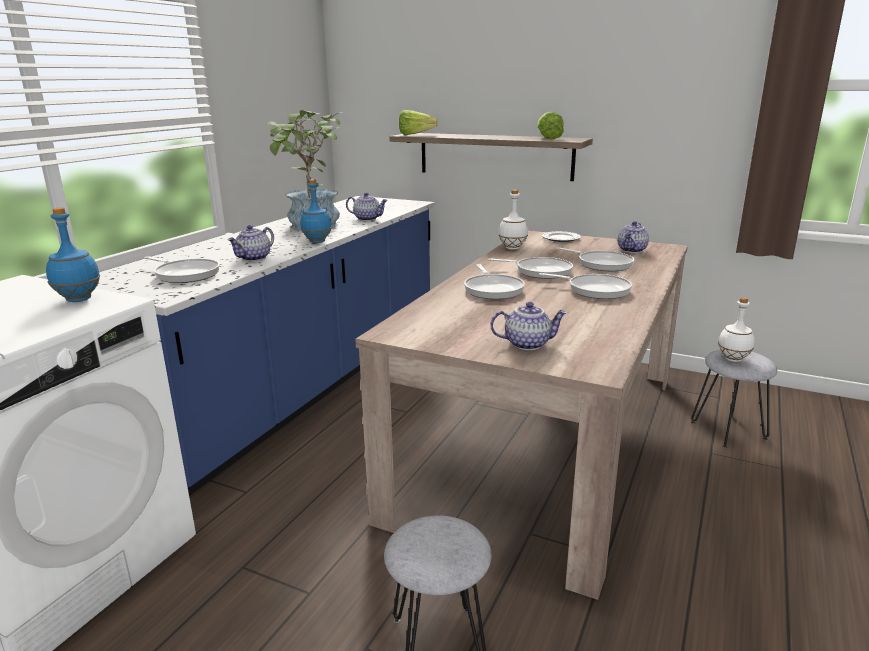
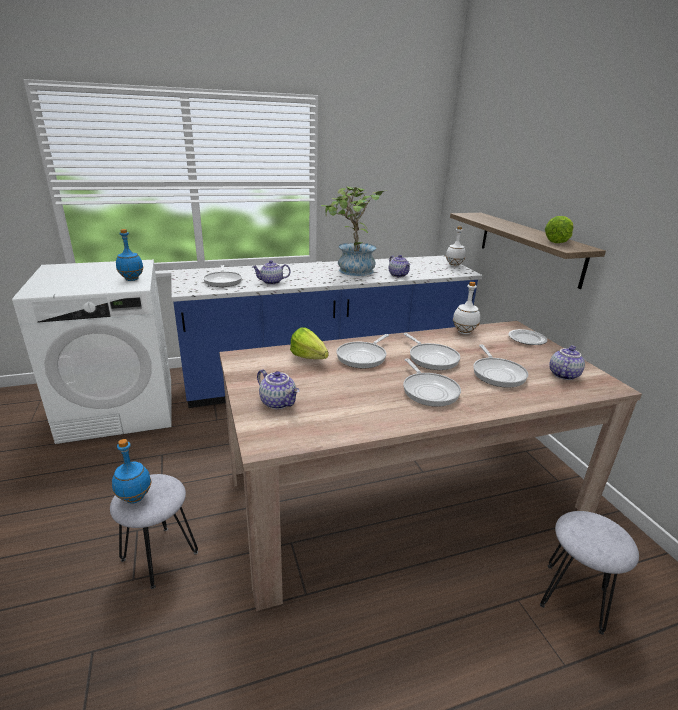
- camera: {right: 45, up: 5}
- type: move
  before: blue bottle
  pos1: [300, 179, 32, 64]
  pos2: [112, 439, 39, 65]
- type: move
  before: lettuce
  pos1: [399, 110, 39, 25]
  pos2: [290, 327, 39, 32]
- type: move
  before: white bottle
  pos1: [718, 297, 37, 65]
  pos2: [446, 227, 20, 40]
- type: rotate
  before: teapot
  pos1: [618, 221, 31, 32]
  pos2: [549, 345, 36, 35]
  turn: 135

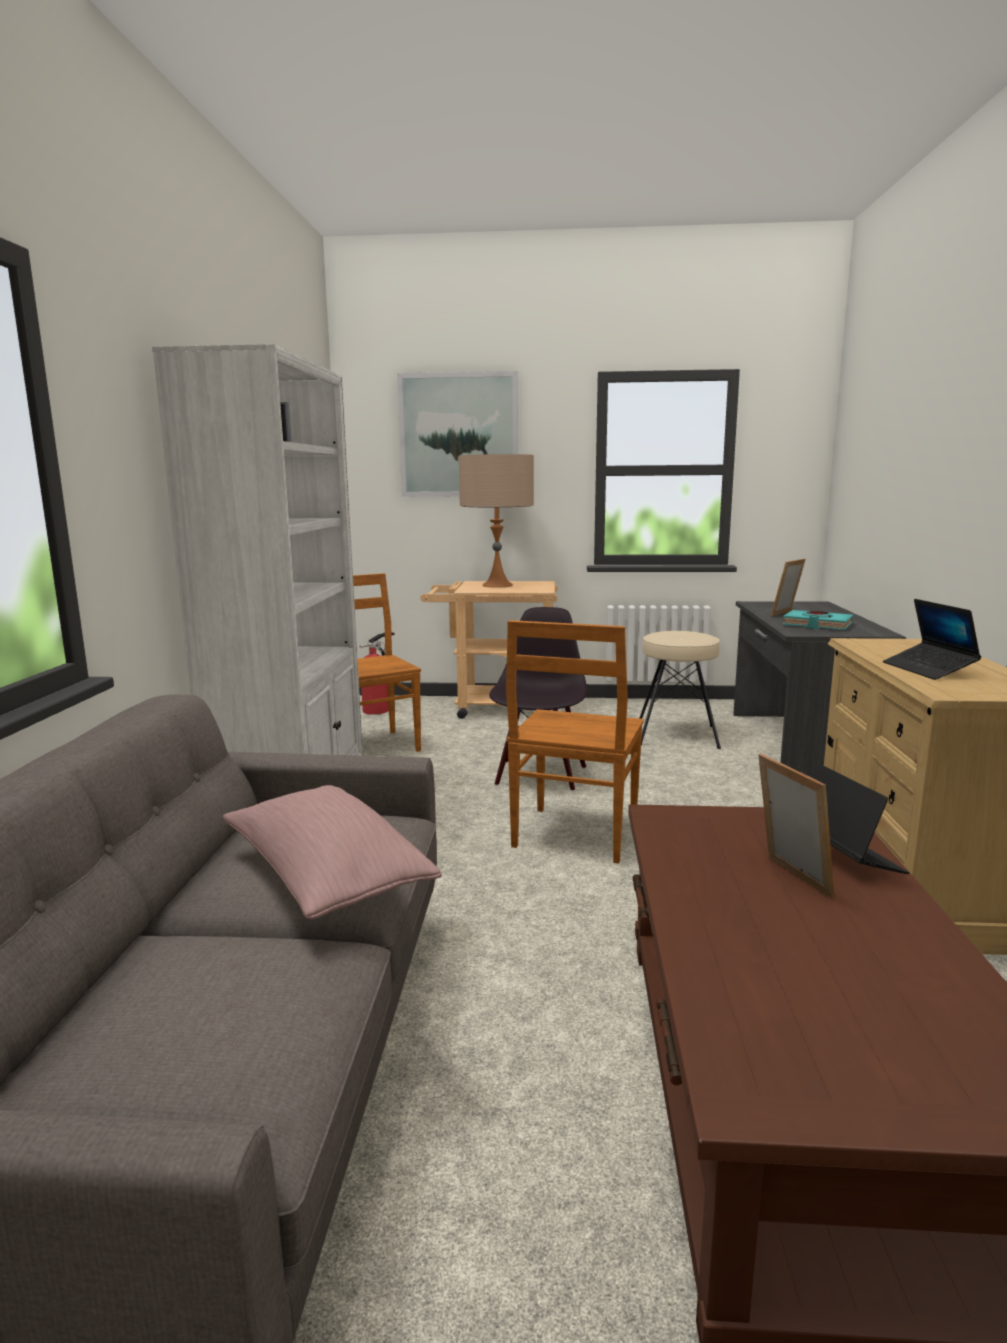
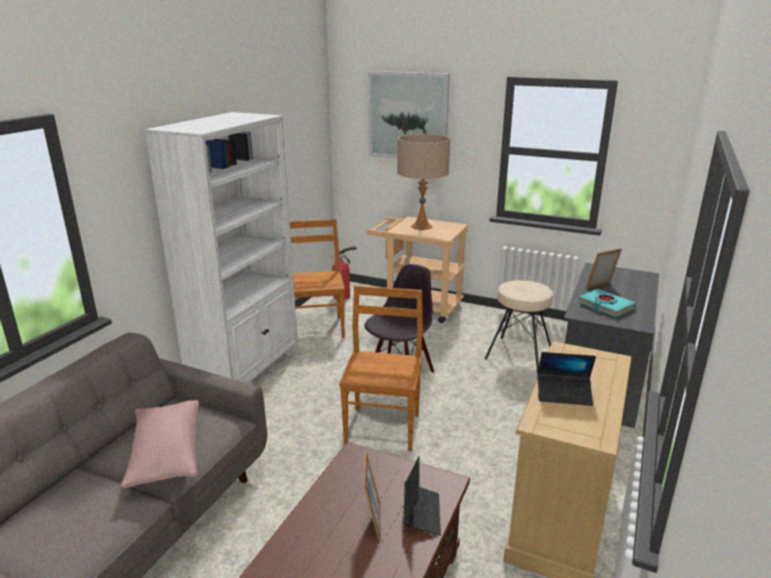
- camera: {right: 20, up: 10}
- type: rotate
  before: brown chair
  pos1: [506, 620, 138, 244]
  pos2: [339, 286, 84, 165]
  turn: 150
- type: rotate
  before: laptop
  pos1: [883, 599, 98, 81]
  pos2: [537, 352, 59, 54]
  turn: -90

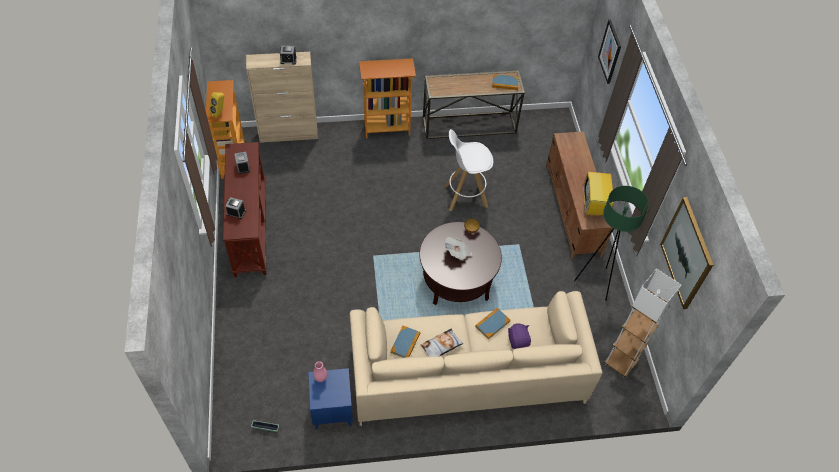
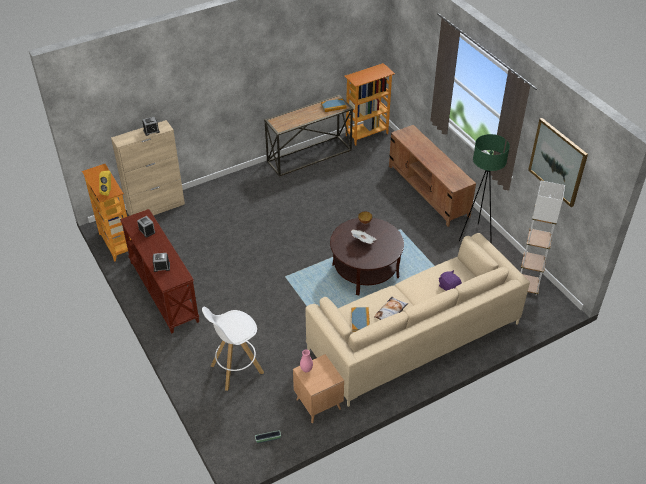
- camera: {right: -20, up: -10}
- type: delete
  before: book
  pos1: [475, 308, 35, 31]
- type: delete
  before: television
  pos1: [583, 172, 35, 44]
- type: delete
  before: picture
  pos1: [598, 19, 23, 65]
- type: move
  before: bookcase
  pos1: [359, 58, 57, 80]
  pos2: [345, 63, 50, 83]
- type: move
  before: white stool
  pos1: [445, 129, 48, 82]
  pos2: [202, 307, 62, 84]
- type: recolor
  before: blue side table
  after: brown side table
  pos1: [308, 368, 45, 61]
  pos2: [293, 354, 51, 69]

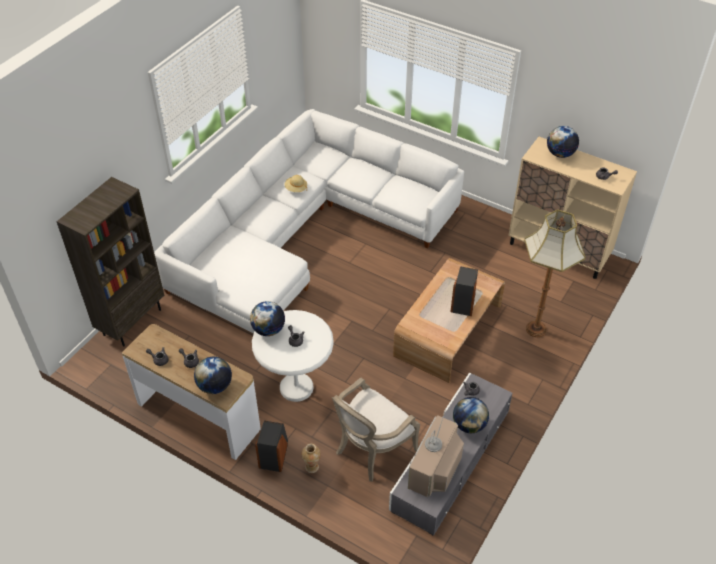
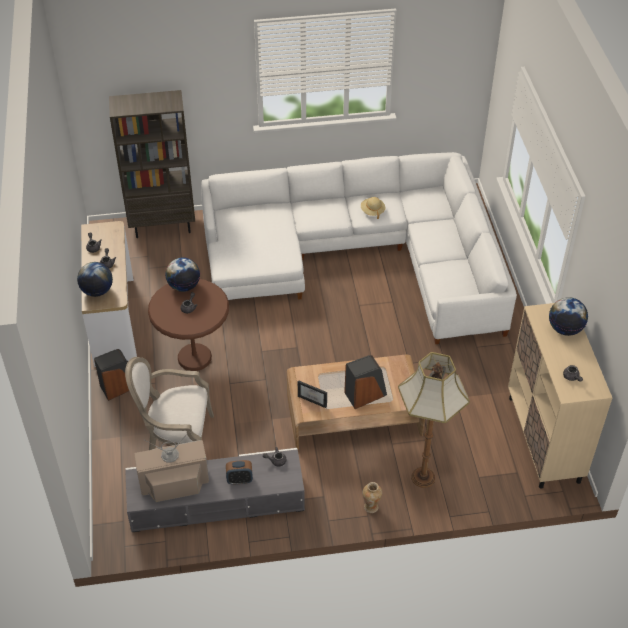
- camera: {right: 50, up: 0}
- type: insert
  after: picture frame
  pos2: [298, 380, 29, 28]
- type: move
  before: vase
  pos1: [302, 444, 19, 29]
  pos2: [363, 482, 19, 31]
- type: replace
  before: globe
  after: alarm clock
  pos1: [453, 397, 36, 36]
  pos2: [226, 460, 27, 25]
- type: recolor
  before: white side table
  after: brown side table
  pos1: [252, 310, 82, 92]
  pos2: [148, 279, 81, 92]

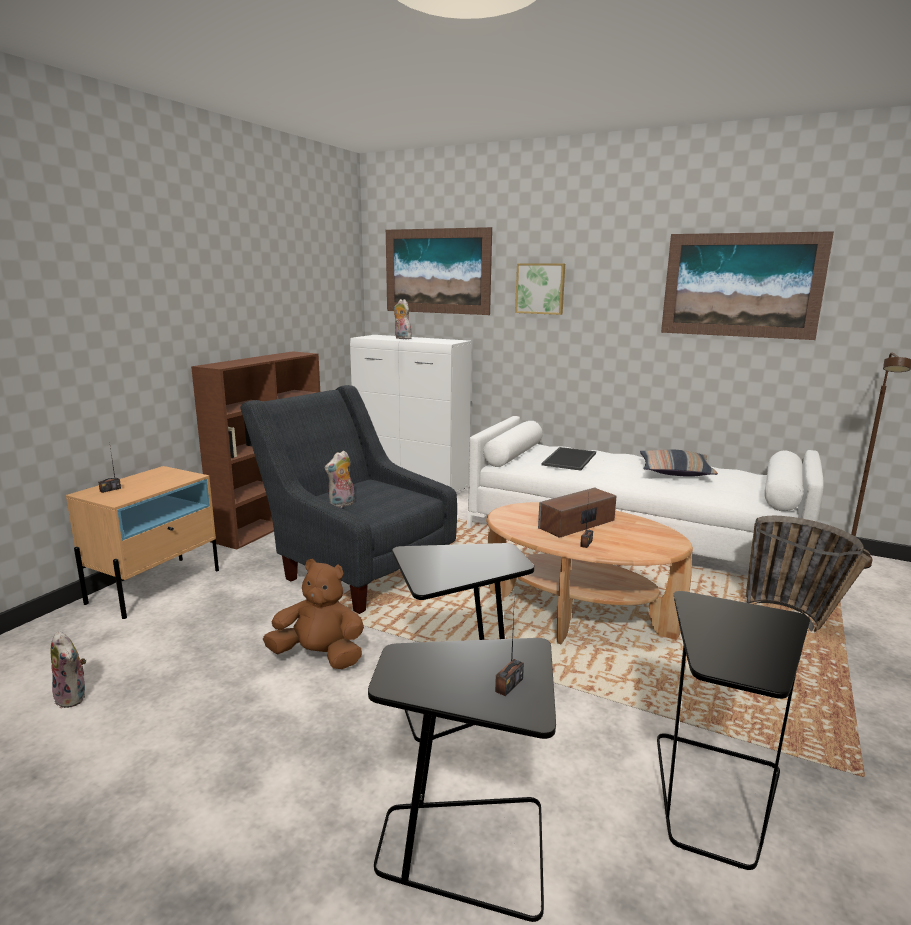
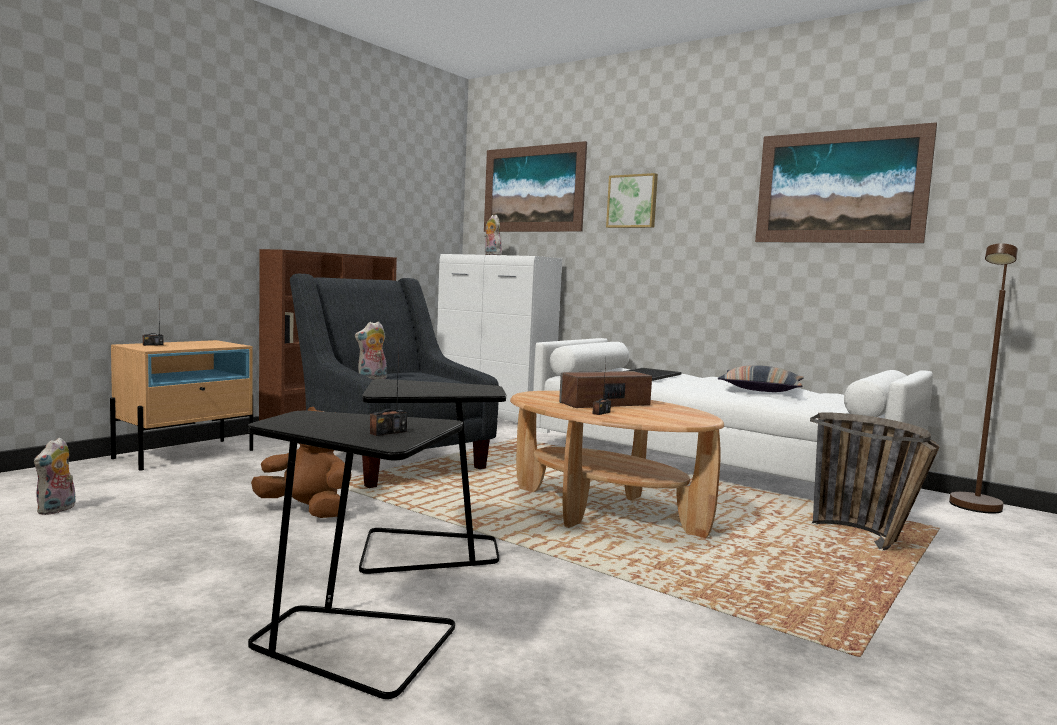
- camera: {right: 10, up: -10}
- type: delete
  before: black side table
  pos1: [657, 591, 153, 279]
- type: rotate
  before: plush toy
  pos1: [51, 631, 35, 77]
  pos2: [34, 438, 41, 77]
  turn: 45

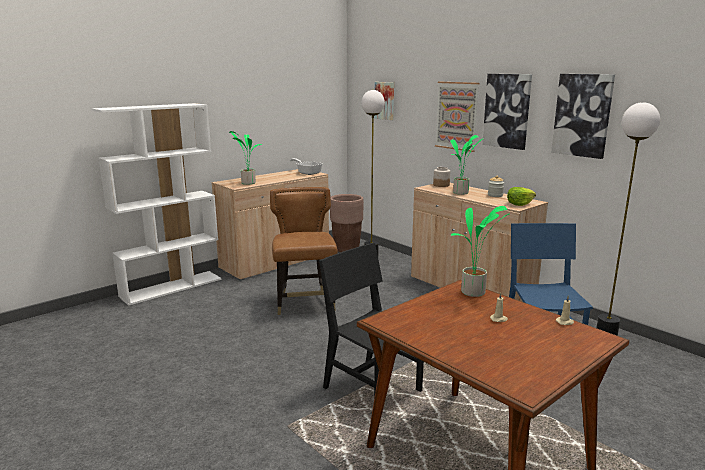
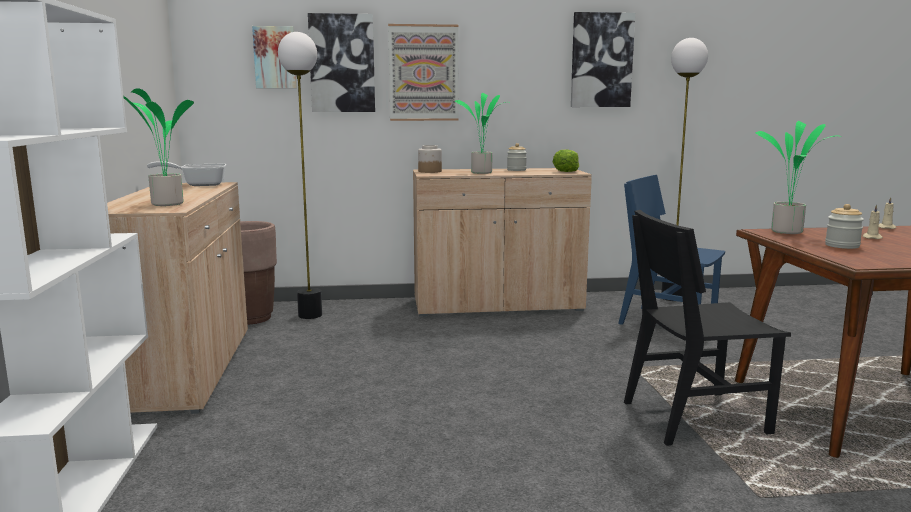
- camera: {right: -55, up: -5}
- type: delete
  before: brown chair
  pos1: [270, 187, 68, 128]
- type: insert
  after: jar
  pos2: [825, 204, 39, 45]
- type: move
  before: picture
  pos1: [482, 74, 50, 76]
  pos2: [308, 13, 67, 99]

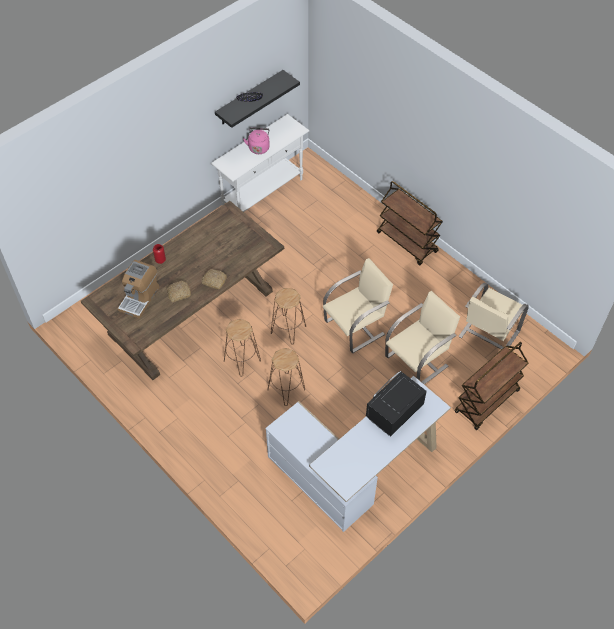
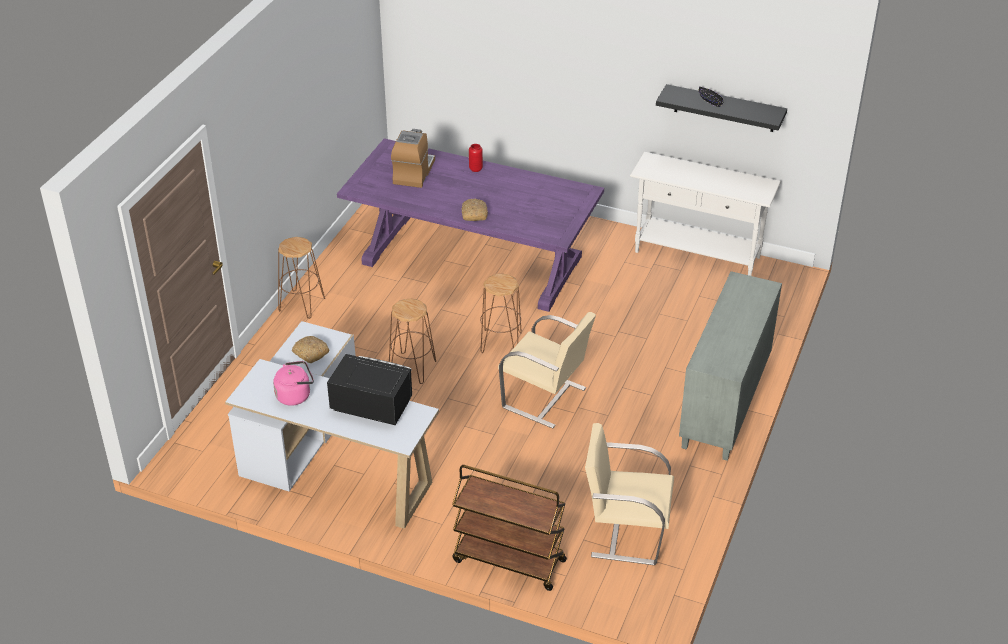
- camera: {right: 65, up: -15}
- type: delete
  before: beige chair
  pos1: [385, 291, 75, 93]
- type: move
  before: bread
  pos1: [167, 281, 24, 21]
  pos2: [292, 336, 38, 27]
- type: move
  before: brown stool
  pos1: [224, 319, 37, 58]
  pos2: [278, 237, 47, 82]
- type: move
  before: pink kettle
  pos1: [243, 128, 27, 26]
  pos2: [273, 361, 41, 45]
- type: replace
  before: brown cart
  after: grey cabinet
  pos1: [377, 181, 66, 84]
  pos2: [679, 271, 103, 190]
- type: recolor
  before: brown dining table
  after: purple dining table
  pos1: [81, 201, 203, 179]
  pos2: [337, 138, 267, 174]
- type: rotate
  before: coffee machine
  pos1: [118, 260, 42, 59]
  pos2: [391, 129, 44, 59]
  turn: 105

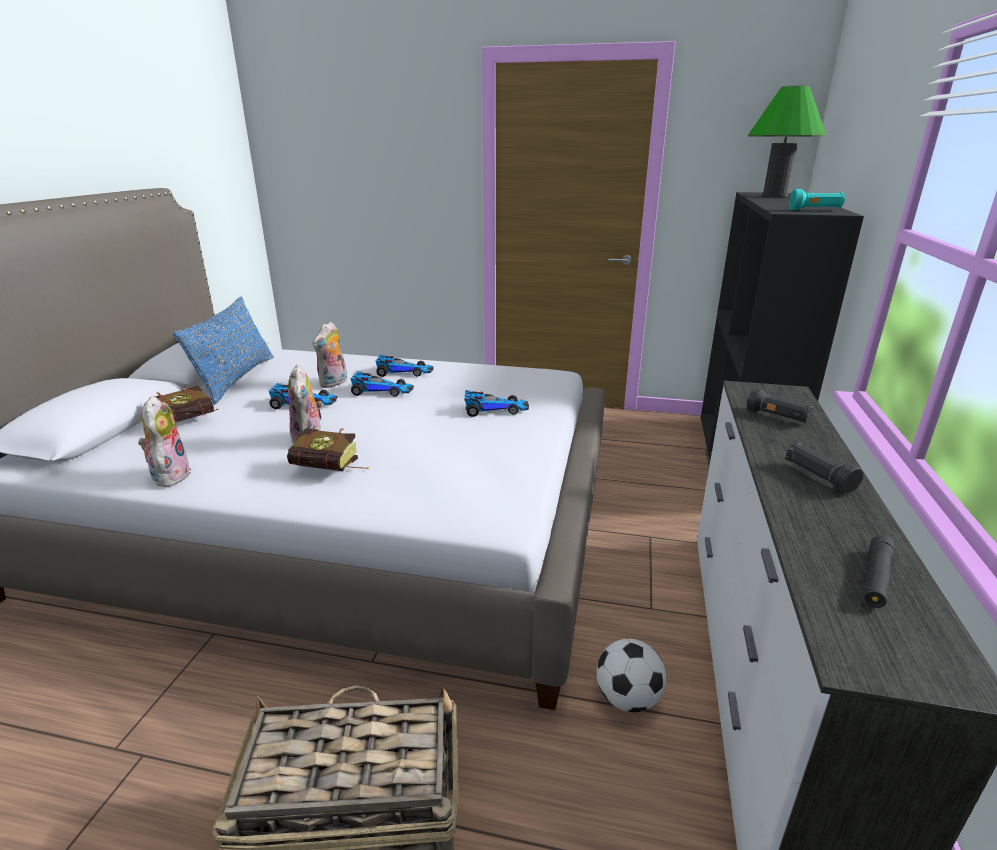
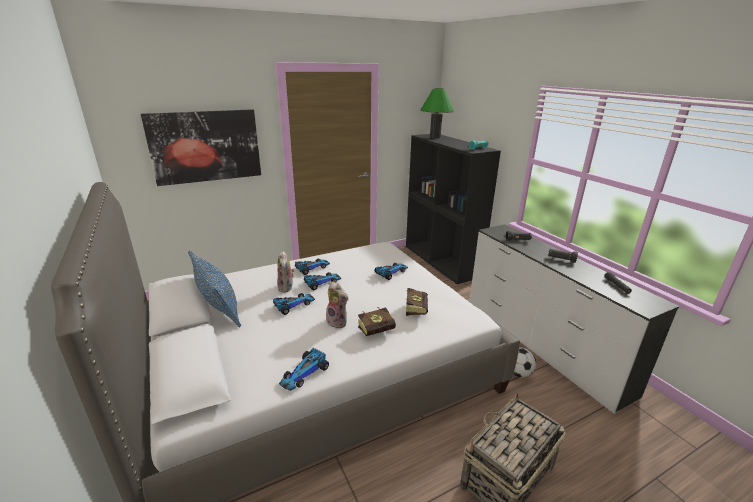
- camera: {right: -40, up: 0}
- type: insert
  after: picture
  pos2: [141, 109, 120, 77]
- type: move
  before: book
  pos1: [155, 385, 64, 38]
  pos2: [406, 288, 22, 28]
- type: replace
  before: plush toy
  after: toy car
  pos1: [138, 396, 53, 91]
  pos2: [279, 348, 50, 43]

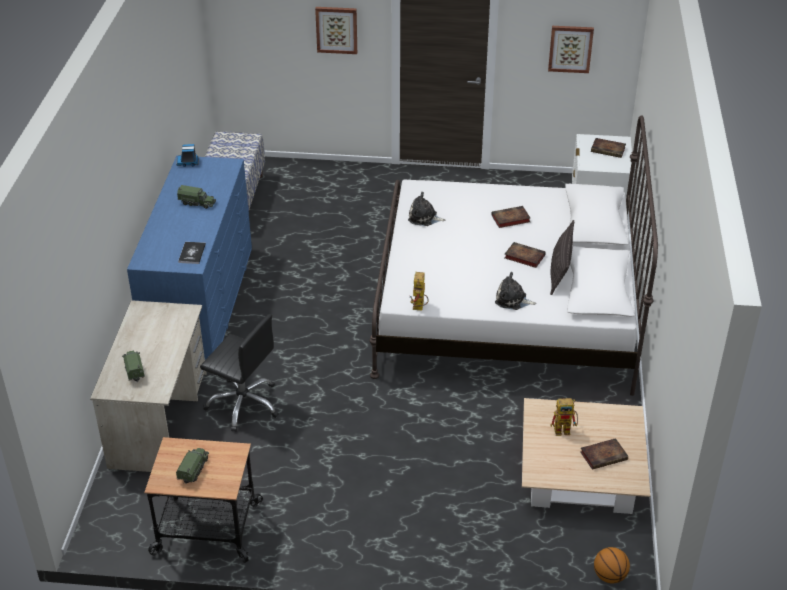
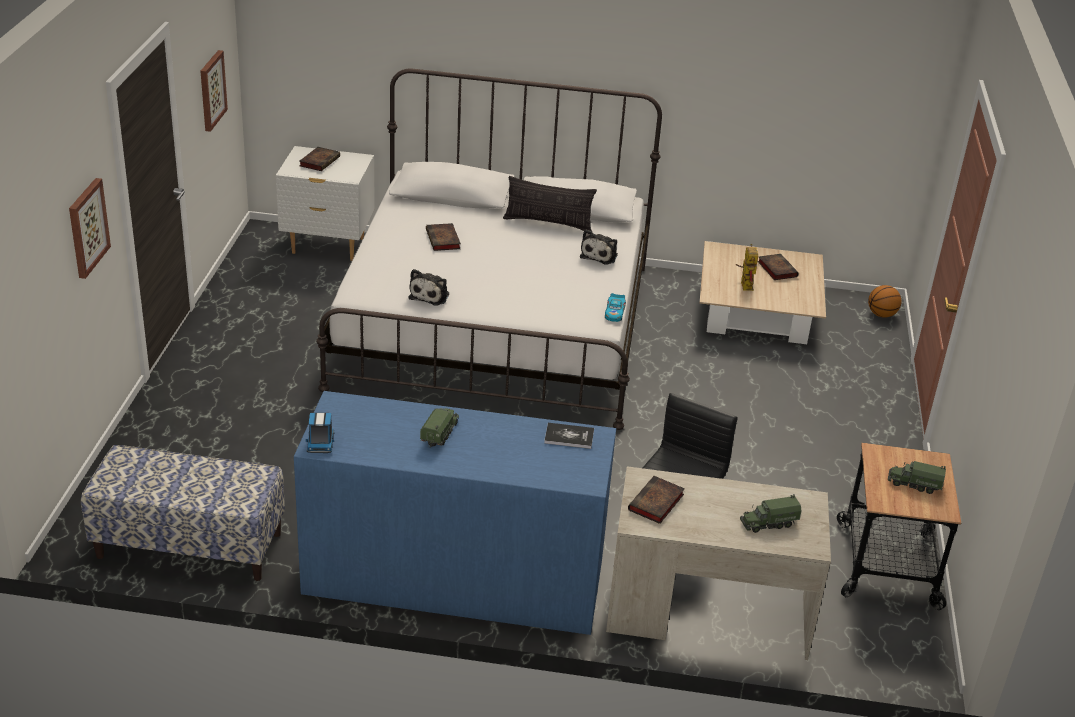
- camera: {right: -90, up: -5}
- type: move
  before: book
  pos1: [504, 242, 42, 26]
  pos2: [628, 476, 57, 48]
- type: replace
  before: toy robot
  after: toy car
  pos1: [410, 272, 19, 38]
  pos2: [605, 293, 21, 29]

